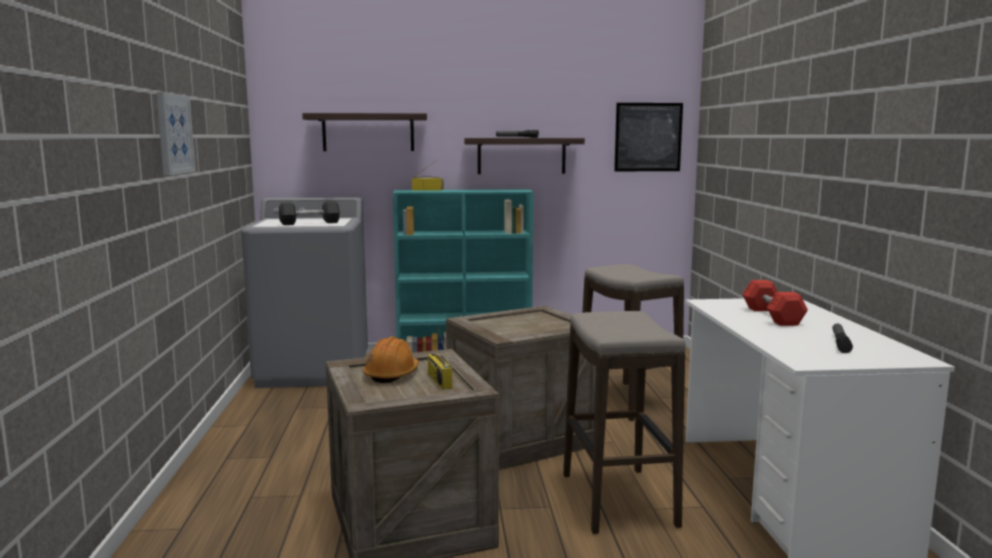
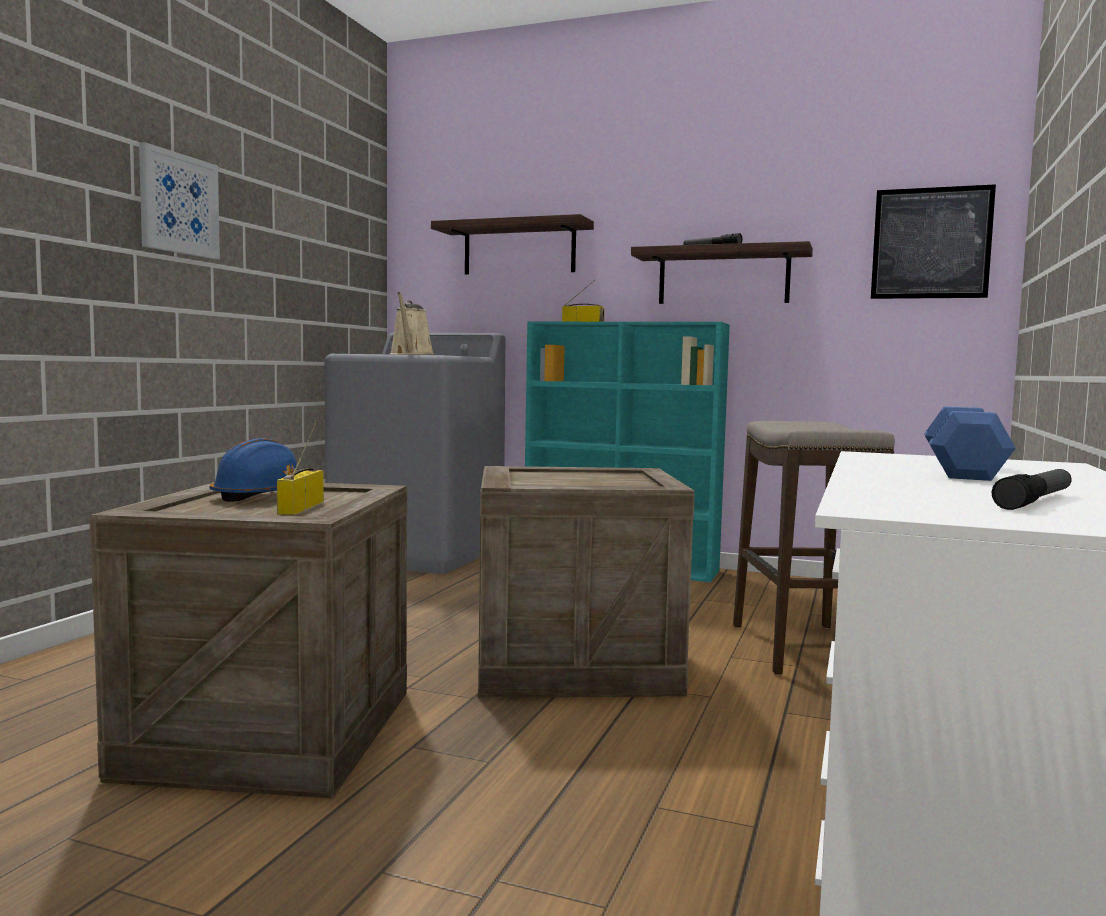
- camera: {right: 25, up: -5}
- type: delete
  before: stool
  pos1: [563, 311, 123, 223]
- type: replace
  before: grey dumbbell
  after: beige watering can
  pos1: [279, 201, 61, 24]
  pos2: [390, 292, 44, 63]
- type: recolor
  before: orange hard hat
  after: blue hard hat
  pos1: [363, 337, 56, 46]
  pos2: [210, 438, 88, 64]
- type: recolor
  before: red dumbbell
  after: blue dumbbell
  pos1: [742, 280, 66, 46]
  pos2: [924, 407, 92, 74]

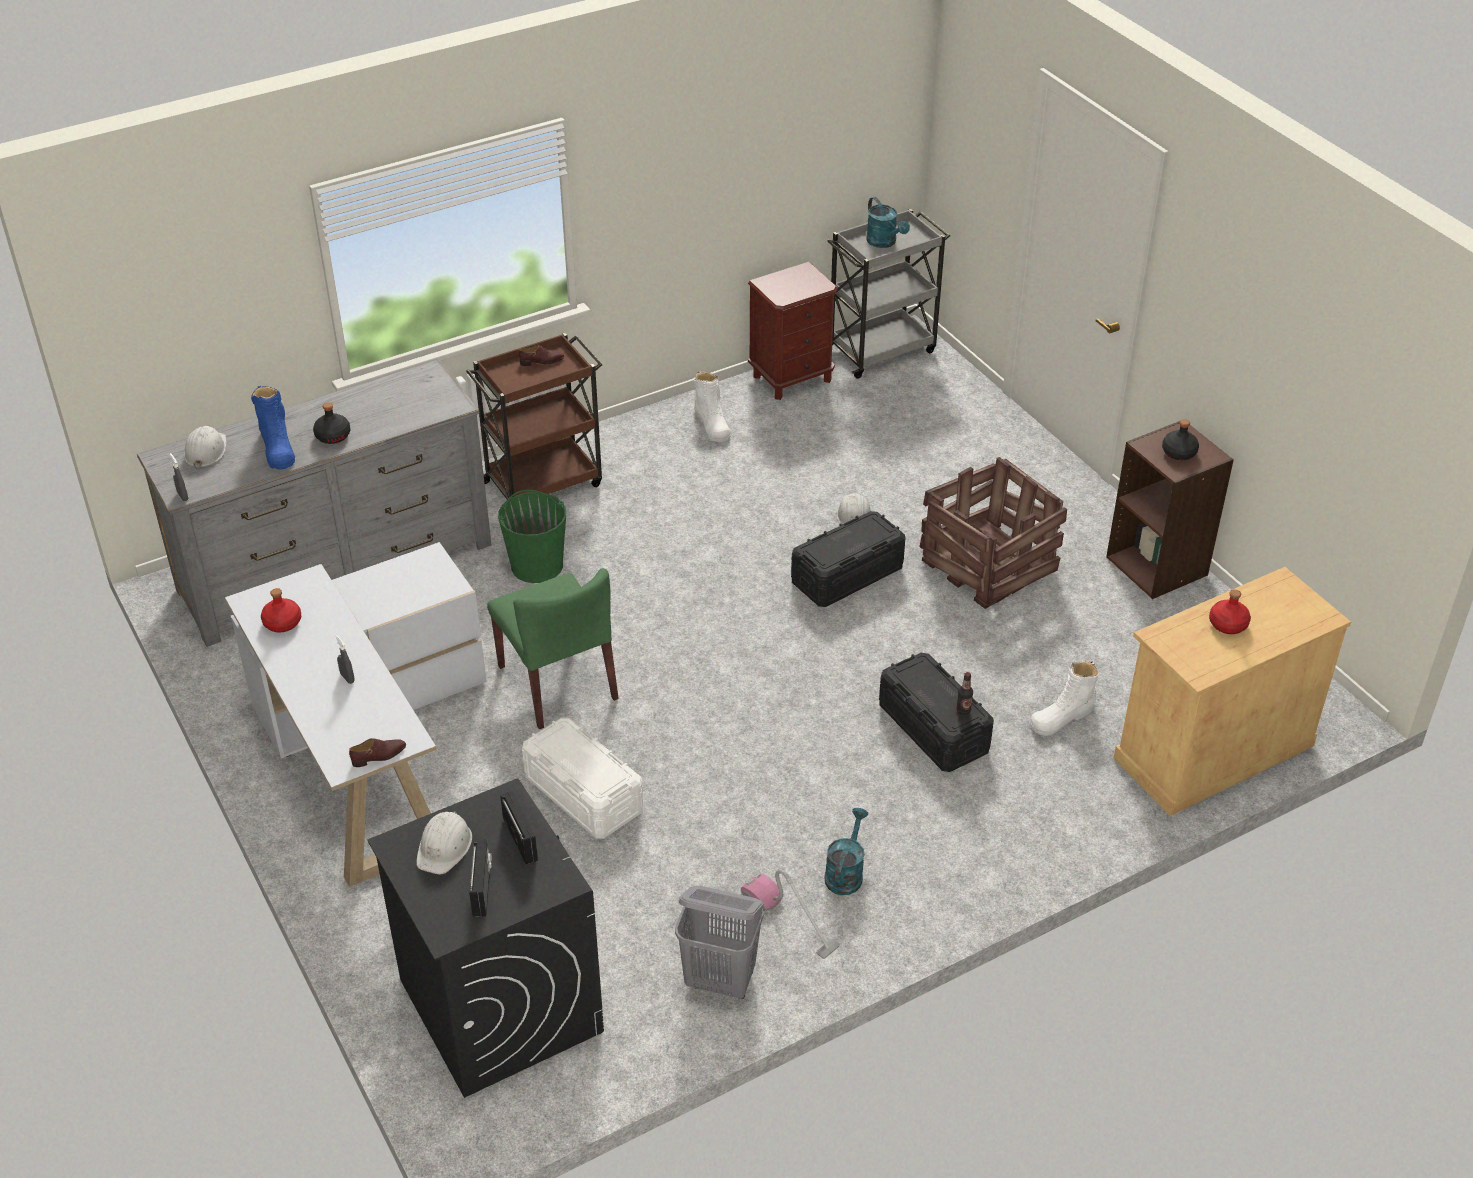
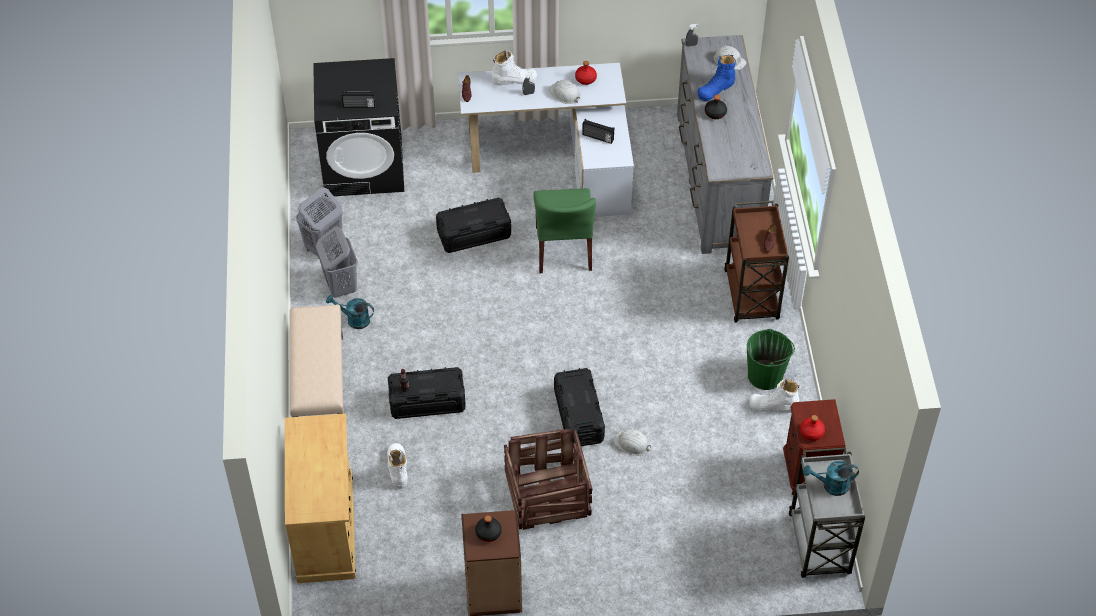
- camera: {right: 115, up: 10}
- type: insert
  after: beige bench
  pos2: [290, 304, 54, 113]
- type: insert
  after: white boot
  pos2: [492, 50, 45, 35]
- type: move
  before: white hard hat
  pos1: [416, 811, 56, 63]
  pos2: [549, 80, 31, 24]
- type: move
  before: radio
  pos1: [469, 839, 23, 78]
  pos2: [582, 119, 32, 25]
- type: move
  before: green bucket
  pos1: [498, 490, 68, 93]
  pos2: [747, 329, 48, 61]
- type: move
  before: red bottle
  pos1: [1209, 589, 42, 45]
  pos2: [800, 415, 25, 26]
- type: replace
  before: vacuum cleaner
  after: grey laundry basket
  pos1: [741, 869, 99, 90]
  pos2: [316, 226, 42, 72]
- type: recolor
  before: white storage box
  after: black storage box
  pos1: [522, 717, 121, 122]
  pos2: [436, 198, 75, 55]
- type: rotate
  before: blue boot
  pos1: [251, 386, 44, 84]
  pos2: [697, 55, 39, 46]
  turn: -45
- type: rotate
  before: green chair
  pos1: [487, 568, 132, 161]
  pos2: [533, 188, 63, 85]
  turn: -90
- type: rotate
  before: turquoise watering can
  pos1: [825, 808, 44, 87]
  pos2: [326, 295, 48, 34]
  turn: 150

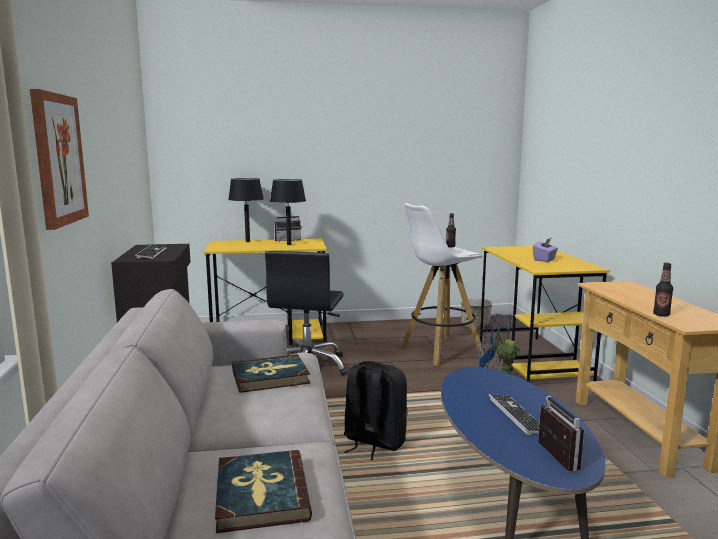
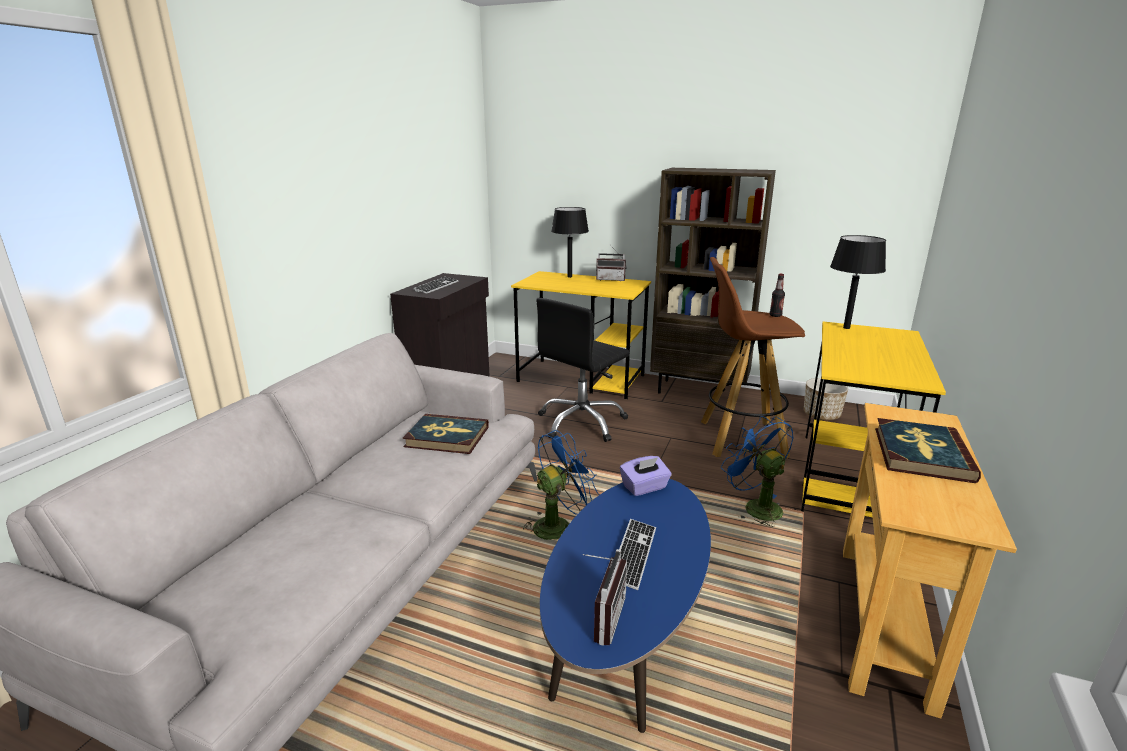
- camera: {right: 30, up: 10}
- type: delete
  before: picture
  pos1: [30, 89, 59, 141]
- type: delete
  before: bottle
  pos1: [653, 263, 20, 54]
- type: insert
  after: brown bookcase
  pos2: [650, 168, 126, 226]
- type: move
  before: book
  pos1: [215, 450, 97, 83]
  pos2: [875, 418, 106, 65]
- type: move
  before: black table lamp
  pos1: [270, 179, 36, 66]
  pos2: [830, 235, 56, 94]
- type: move
  before: purple tissue box
  pos1: [533, 238, 25, 24]
  pos2: [620, 456, 52, 40]
- type: replace
  before: black backpack
  after: blue fan
  pos1: [343, 361, 65, 99]
  pos2: [523, 430, 77, 110]
- type: recolor
  before: white stool
  after: brown stool
  pos1: [401, 203, 83, 164]
  pos2: [701, 257, 104, 202]

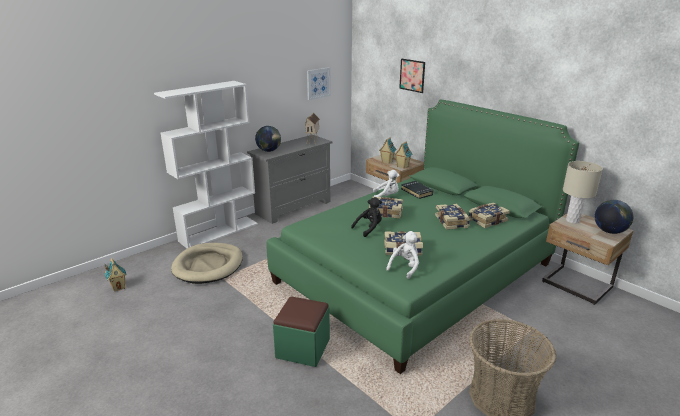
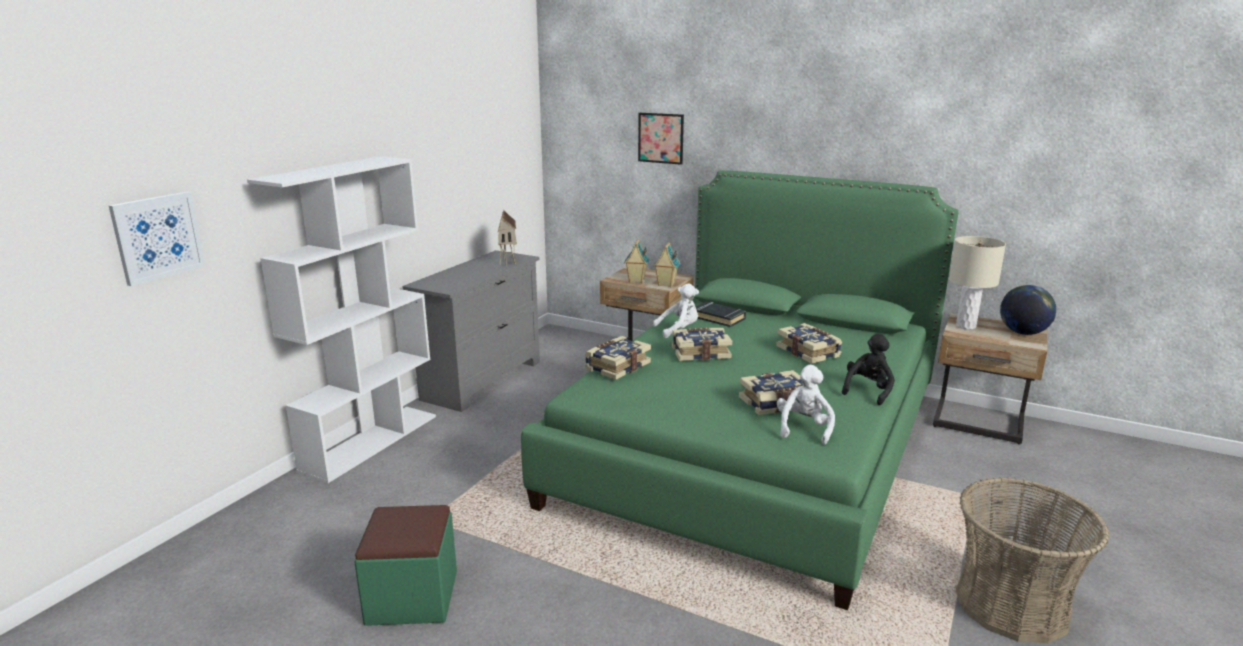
- camera: {right: -20, up: -5}
- type: delete
  before: toy house
  pos1: [104, 258, 23, 34]
- type: delete
  before: beige dog bed
  pos1: [171, 243, 72, 41]
- type: delete
  before: globe
  pos1: [255, 126, 26, 26]
- type: move
  before: green ottoman
  pos1: [273, 296, 57, 71]
  pos2: [354, 505, 103, 121]
- type: move
  before: picture
  pos1: [307, 67, 24, 33]
  pos2: [109, 192, 96, 94]
- type: move
  before: black plush toy
  pos1: [351, 197, 31, 40]
  pos2: [842, 334, 53, 71]
- type: move
  before: book
  pos1: [468, 203, 42, 25]
  pos2: [585, 336, 66, 44]

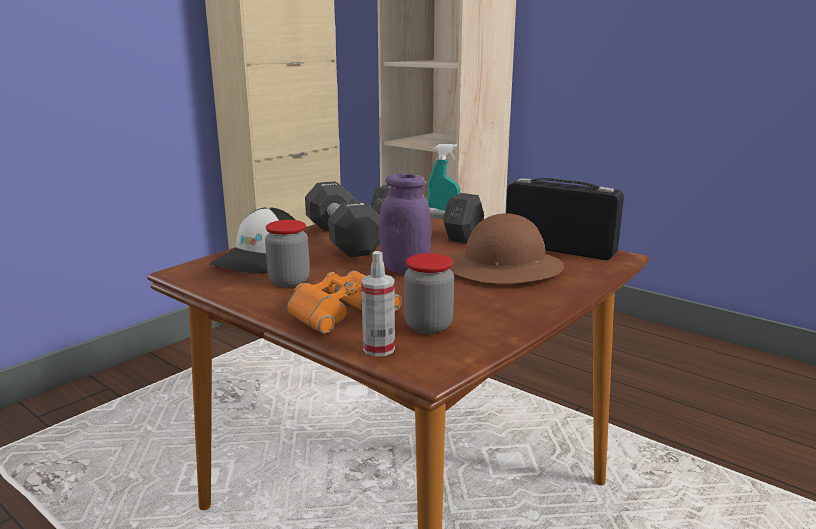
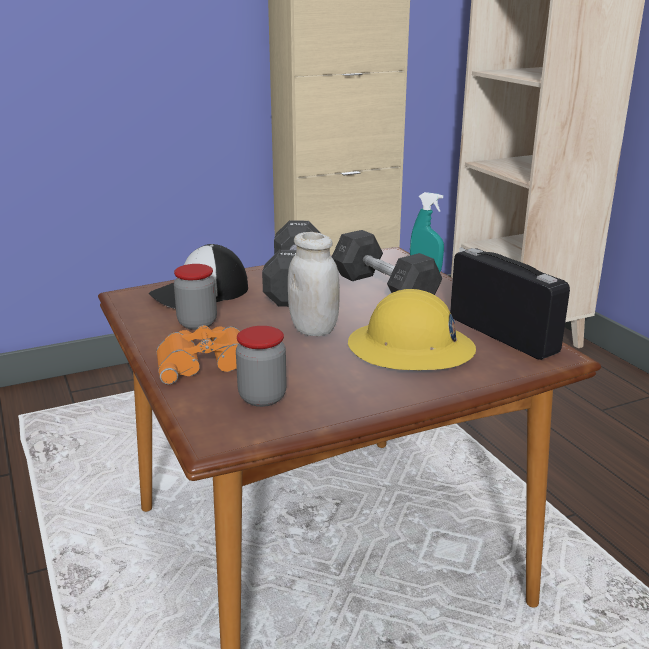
- camera: {right: 25, up: 5}
- type: delete
  before: spray bottle
  pos1: [361, 251, 34, 106]
- type: recolor
  before: purple jar
  after: white jar
  pos1: [380, 173, 51, 101]
  pos2: [288, 232, 52, 104]
- type: recolor
  before: brown hard hat
  after: yellow hard hat
  pos1: [450, 213, 114, 71]
  pos2: [348, 289, 128, 82]

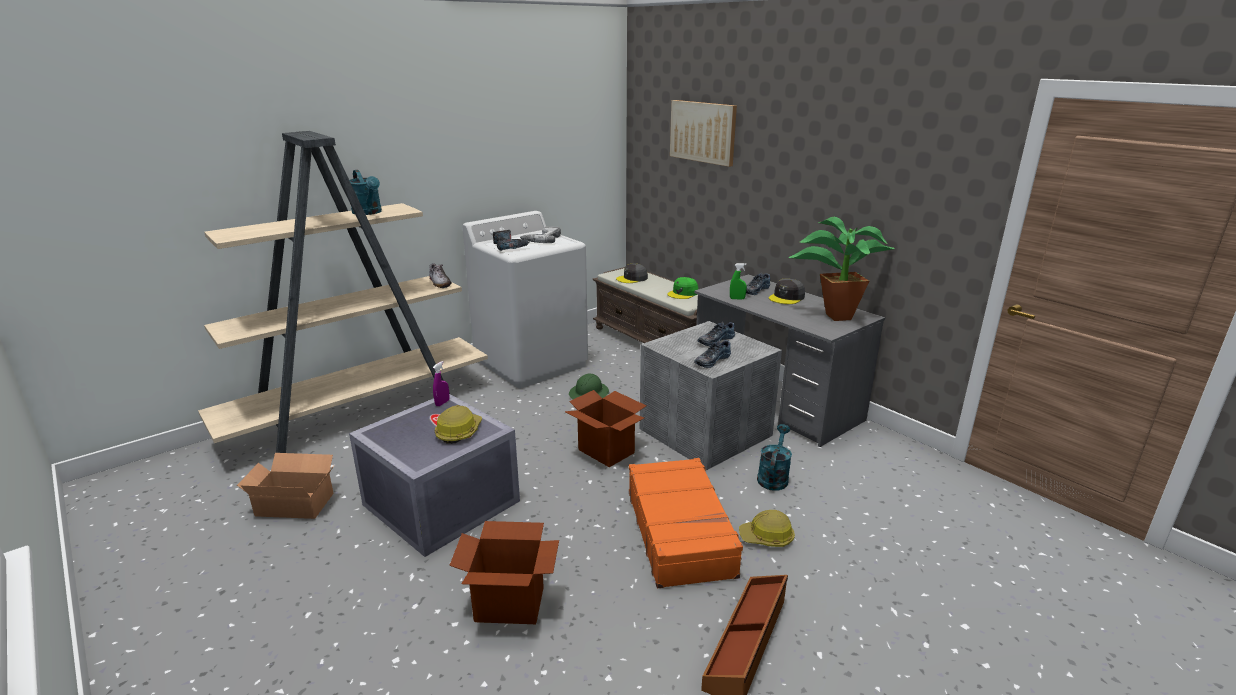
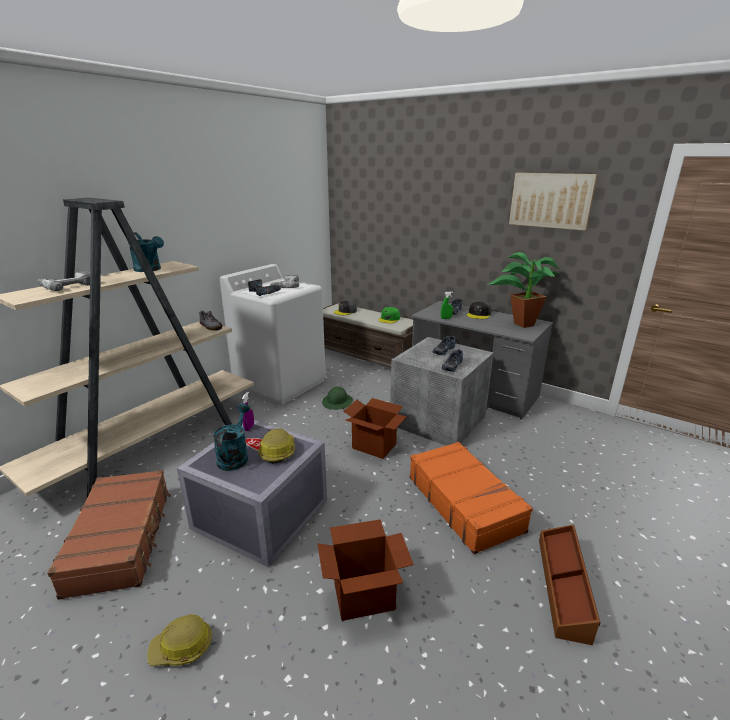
- camera: {right: -15, up: 0}
- type: insert
  after: power drill
  pos2: [37, 271, 53, 20]
- type: move
  before: picture
  pos1: [670, 100, 67, 67]
  pos2: [509, 173, 88, 58]
- type: move
  before: hard hat
  pos1: [739, 510, 56, 37]
  pos2: [147, 614, 65, 52]
- type: move
  before: turquoise watering can
  pos1: [757, 424, 35, 66]
  pos2: [213, 403, 37, 68]
- type: replace
  before: cardboard box
  after: brown suitcase
  pos1: [237, 453, 97, 66]
  pos2: [47, 470, 124, 130]

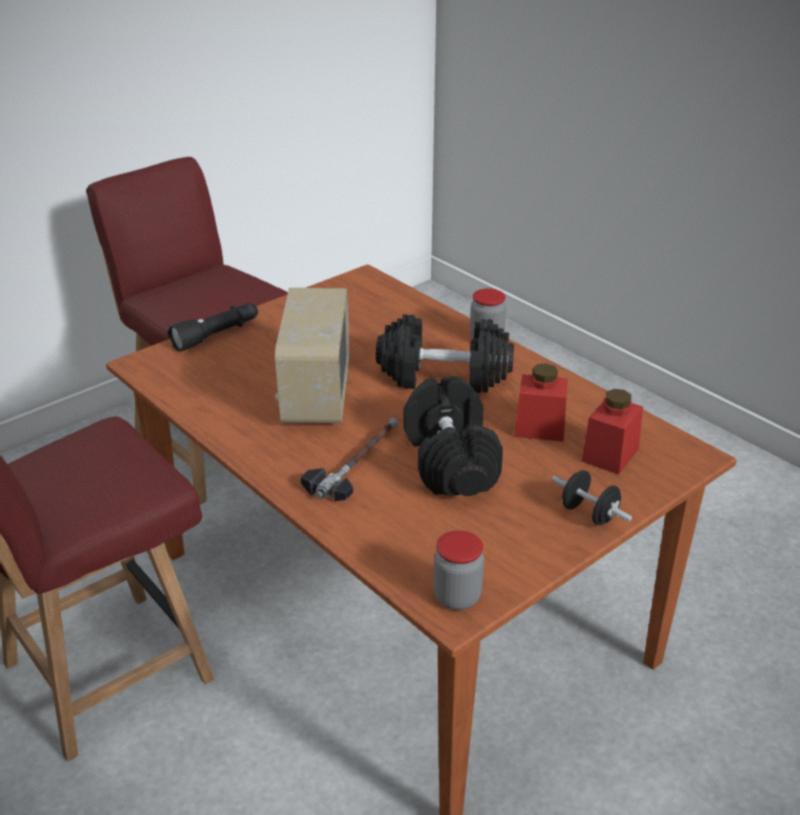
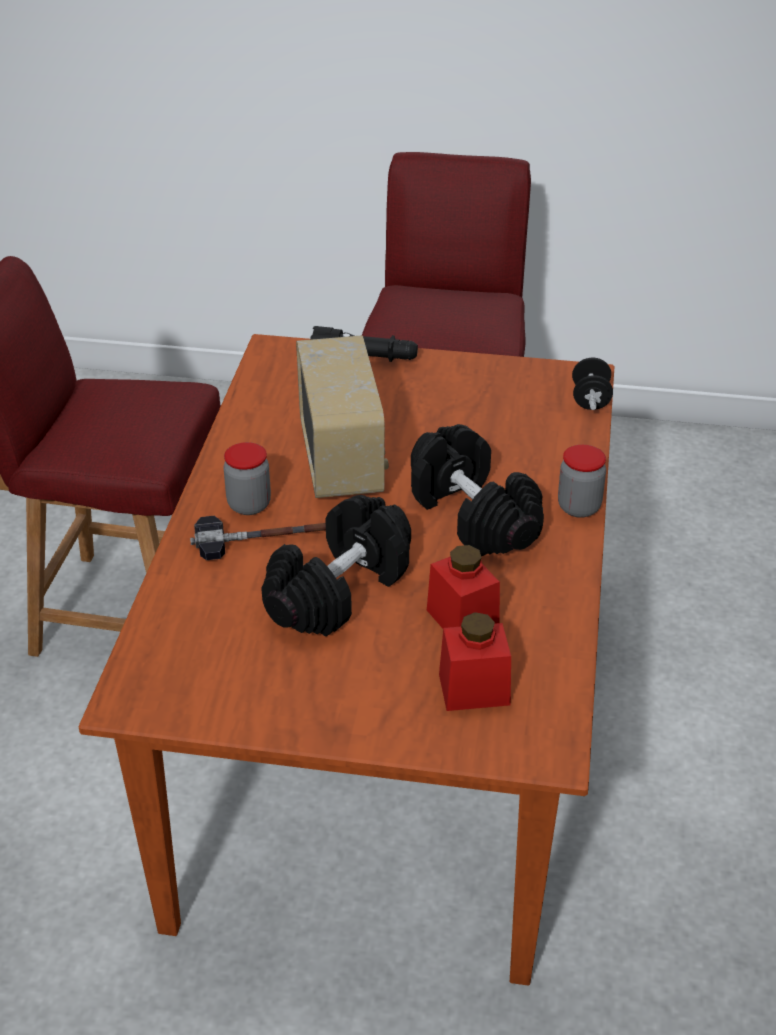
- camera: {right: 50, up: 5}
- type: move
  before: jar
  pos1: [434, 530, 50, 80]
  pos2: [223, 442, 48, 73]
- type: move
  before: black dumbbell
  pos1: [552, 470, 80, 56]
  pos2: [572, 358, 41, 52]
- type: rotate
  before: radio
  pos1: [275, 288, 74, 135]
  pos2: [296, 335, 93, 163]
  turn: 120

